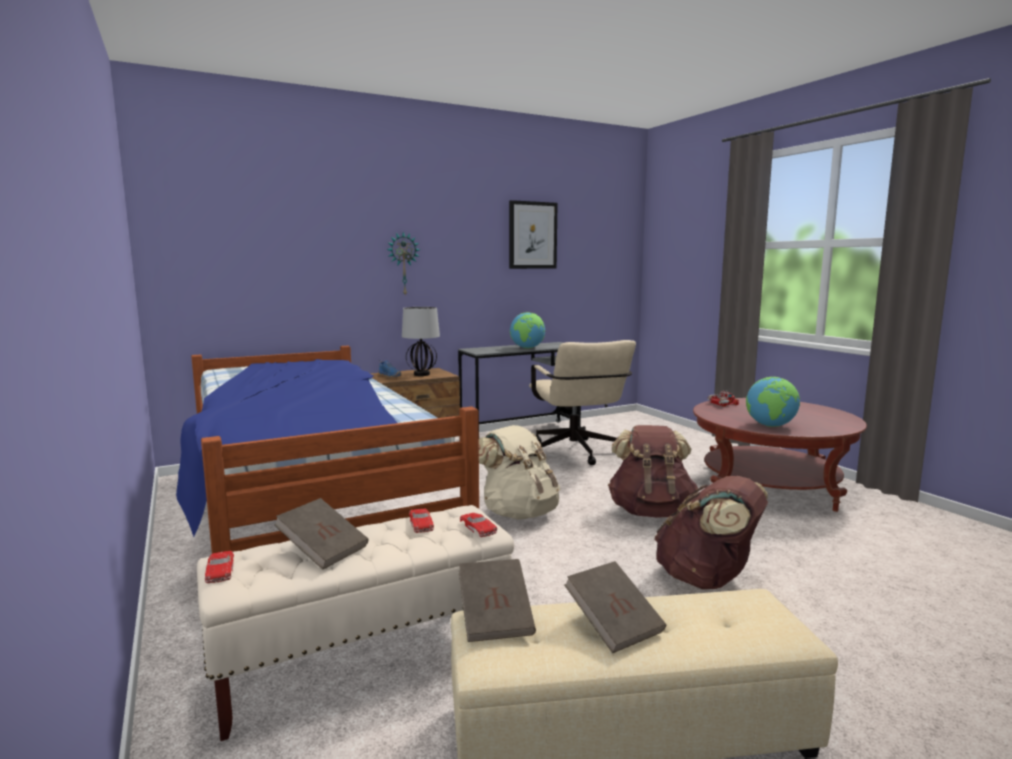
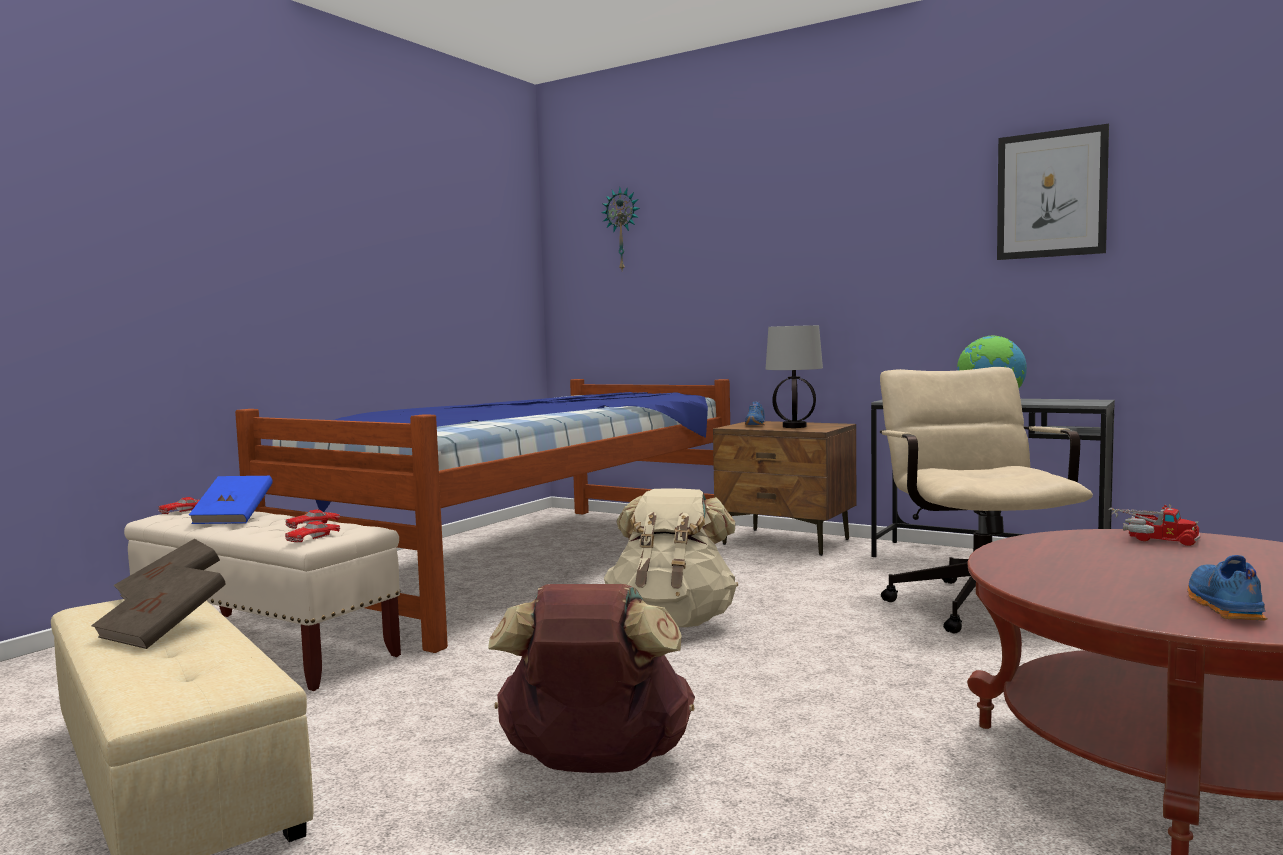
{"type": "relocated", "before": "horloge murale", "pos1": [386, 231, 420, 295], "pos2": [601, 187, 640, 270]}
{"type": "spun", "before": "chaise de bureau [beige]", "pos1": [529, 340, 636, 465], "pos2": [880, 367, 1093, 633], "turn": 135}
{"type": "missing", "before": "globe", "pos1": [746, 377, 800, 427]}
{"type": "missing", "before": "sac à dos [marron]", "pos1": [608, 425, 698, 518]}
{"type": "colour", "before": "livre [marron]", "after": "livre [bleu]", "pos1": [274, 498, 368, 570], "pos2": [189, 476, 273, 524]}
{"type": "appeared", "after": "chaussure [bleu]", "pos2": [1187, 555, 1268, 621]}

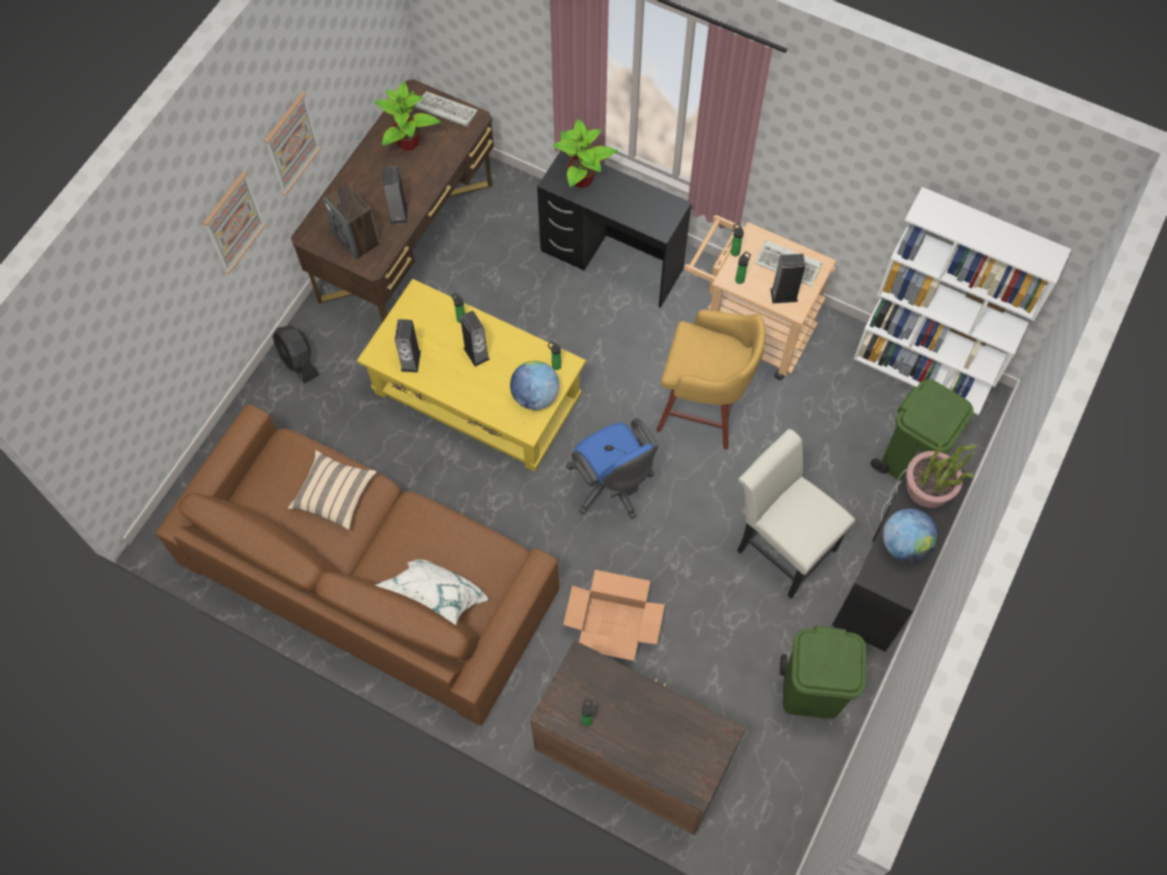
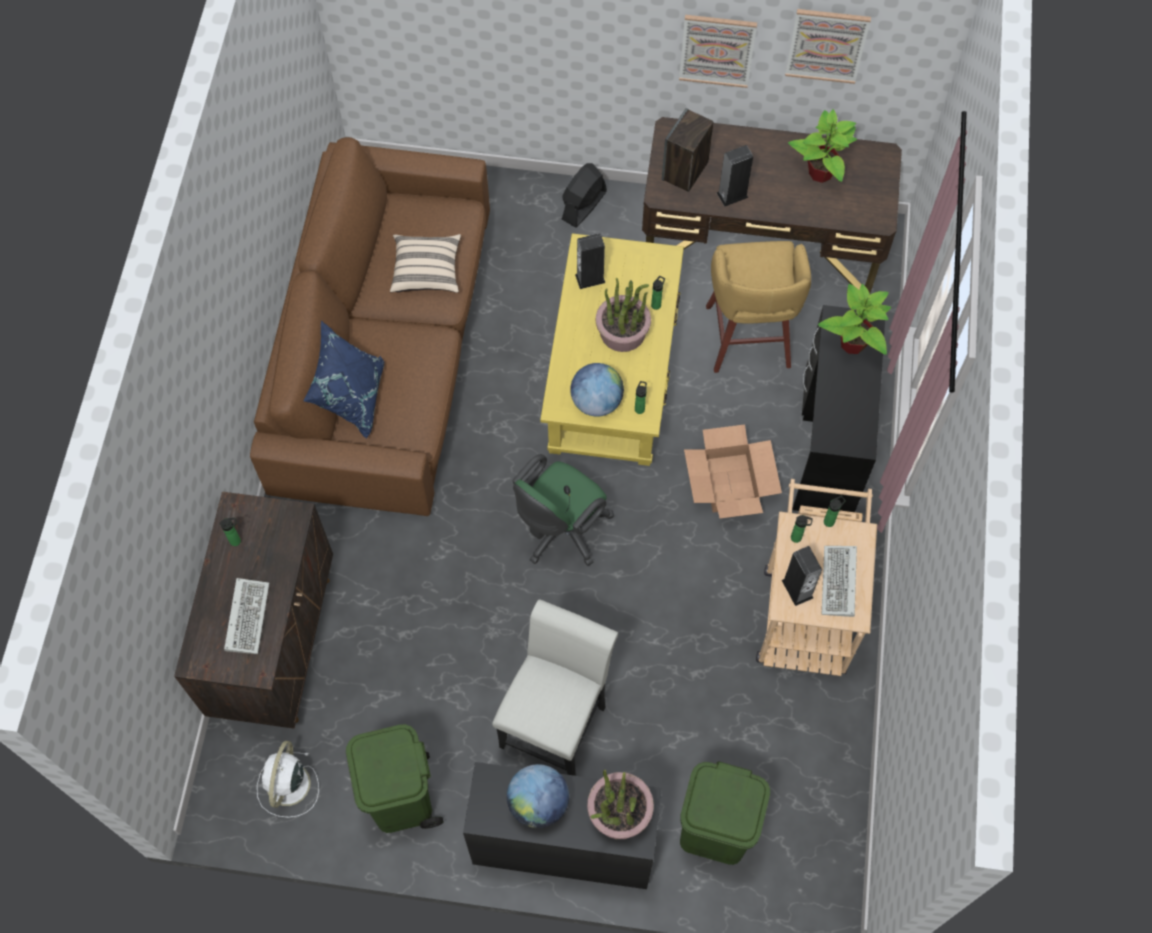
{"type": "relocated", "before": "clavier", "pos1": [415, 91, 478, 127], "pos2": [224, 578, 269, 654]}
{"type": "relocated", "before": "tableau", "pos1": [203, 171, 266, 274], "pos2": [785, 9, 871, 84]}
{"type": "missing", "before": "bibliothèque [blanc]", "pos1": [853, 187, 1072, 415]}
{"type": "relocated", "before": "tabouret [jaune]", "pos1": [656, 310, 766, 450], "pos2": [706, 241, 811, 373]}
{"type": "exchanged", "before": "enceinte", "after": "plante en pot", "pos1": [460, 311, 490, 367], "pos2": [596, 277, 651, 352]}
{"type": "colour", "before": "chaise de bureau [bleu]", "after": "chaise de bureau [vert]", "pos1": [566, 418, 659, 519], "pos2": [513, 454, 614, 566]}
{"type": "colour", "before": "coussin [blanc]", "after": "coussin [bleu]", "pos1": [376, 559, 488, 625], "pos2": [304, 320, 384, 439]}
{"type": "relocated", "before": "carton", "pos1": [563, 570, 665, 661], "pos2": [684, 424, 782, 518]}
{"type": "appeared", "after": "ventilateur [blanc]", "pos2": [257, 741, 319, 818]}

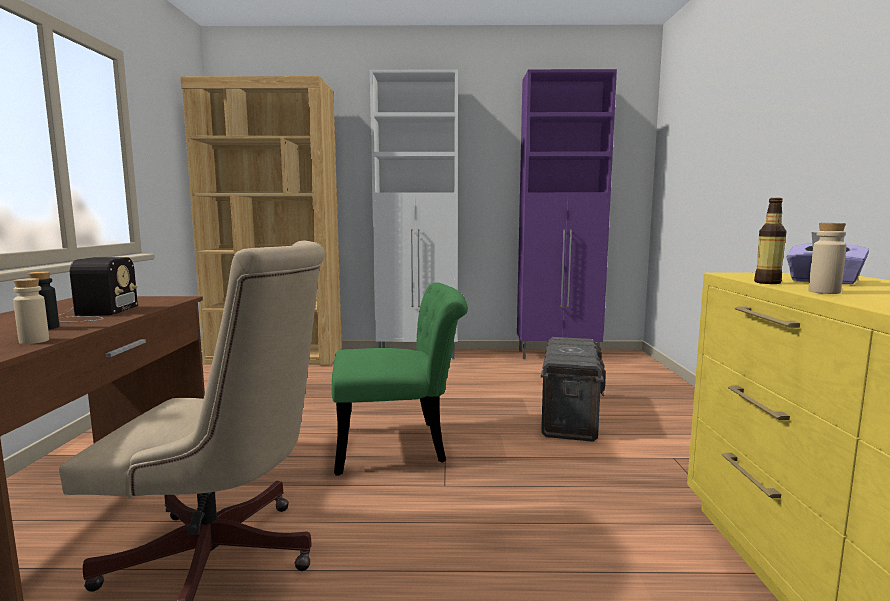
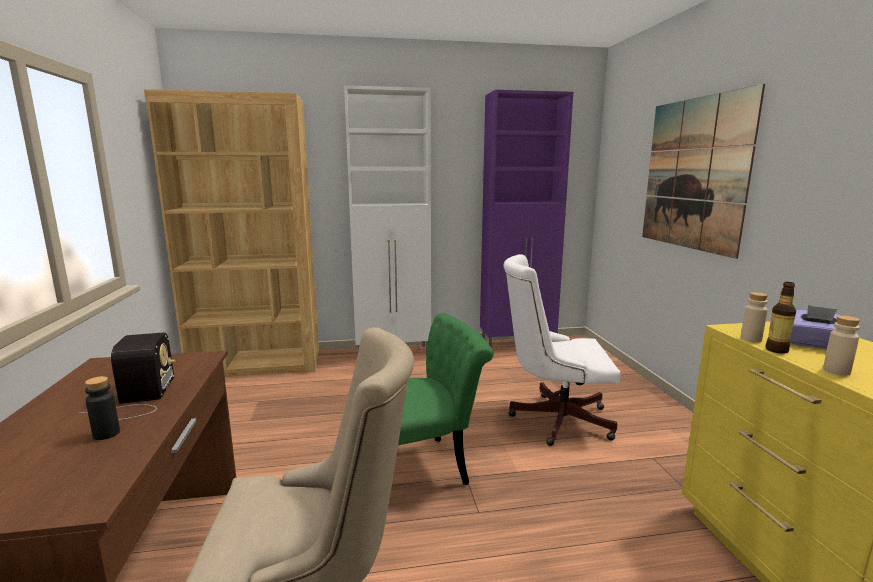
{"type": "relocated", "before": "bouteille [beige]", "pos1": [13, 278, 49, 344], "pos2": [741, 292, 768, 343]}
{"type": "exchanged", "before": "boîte de rangement [gris]", "after": "chaise de bureau [blanc]", "pos1": [541, 337, 606, 442], "pos2": [503, 254, 620, 446]}
{"type": "appeared", "after": "tableau", "pos2": [642, 84, 765, 259]}

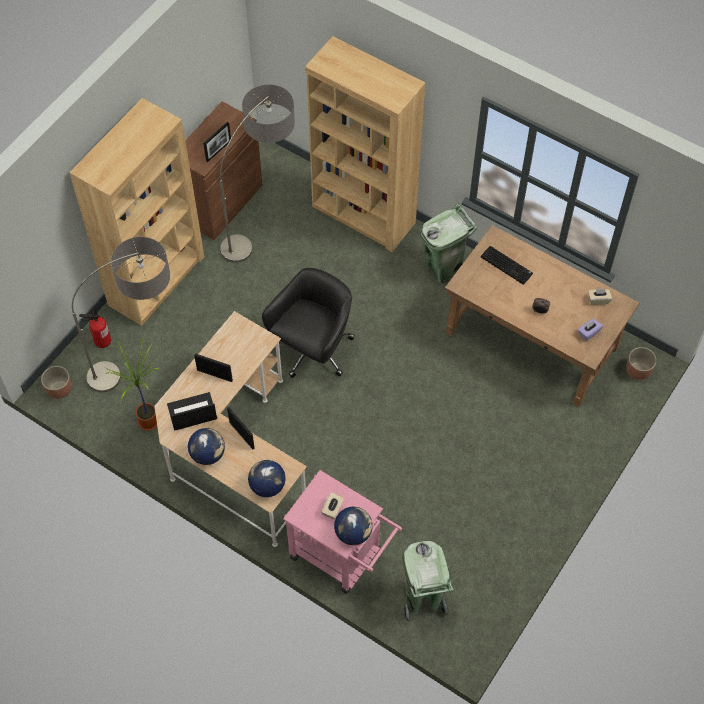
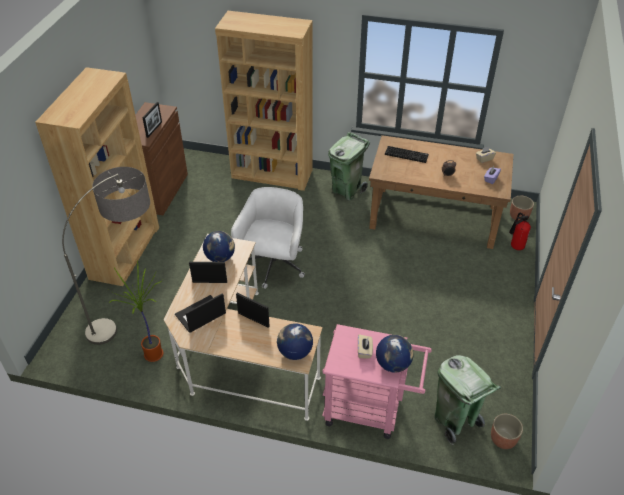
{"type": "missing", "before": "lampadaire", "pos1": [220, 84, 295, 263]}
{"type": "colour", "before": "chaise de bureau [noir]", "after": "chaise de bureau [blanc]", "pos1": [262, 268, 355, 378], "pos2": [231, 187, 305, 289]}
{"type": "relocated", "before": "extincteur", "pos1": [79, 308, 111, 348], "pos2": [509, 213, 531, 250]}
{"type": "relocated", "before": "cache-pot", "pos1": [41, 366, 72, 399], "pos2": [491, 414, 523, 449]}
{"type": "relocated", "before": "globe", "pos1": [188, 428, 225, 465], "pos2": [203, 231, 235, 262]}

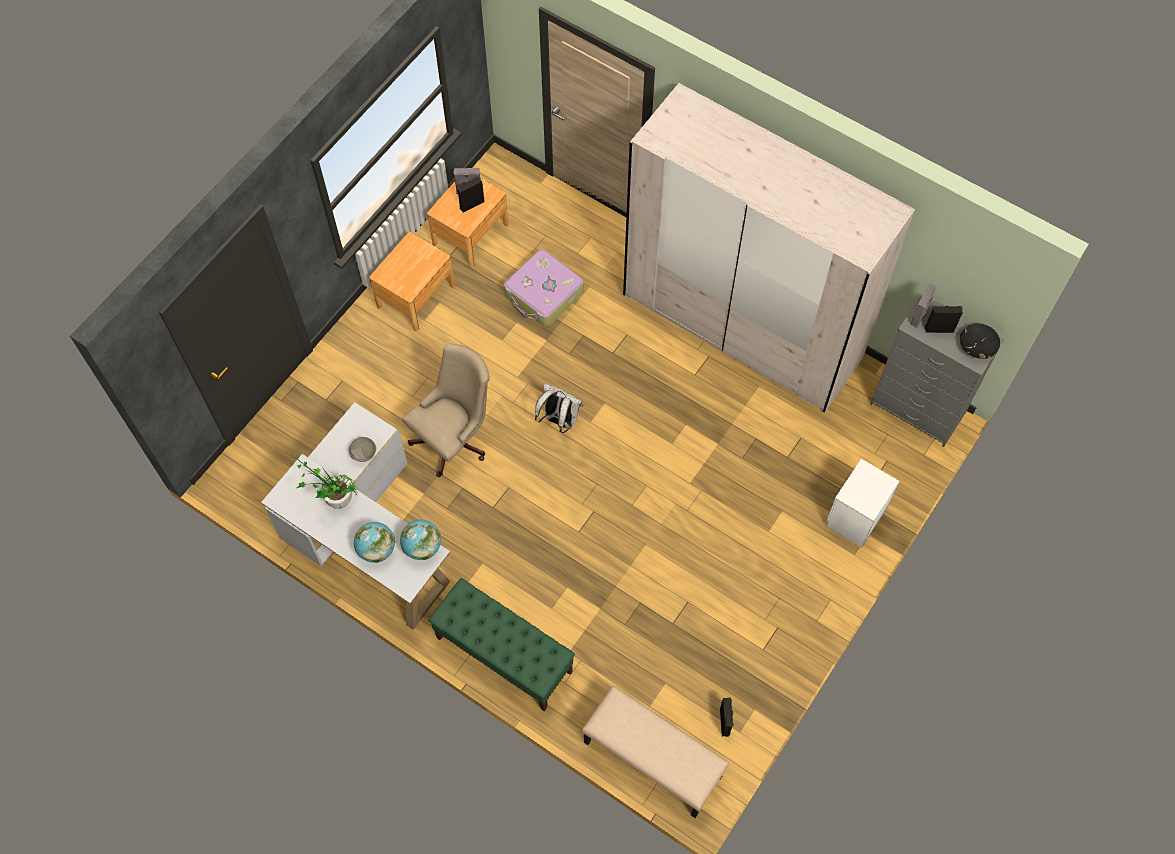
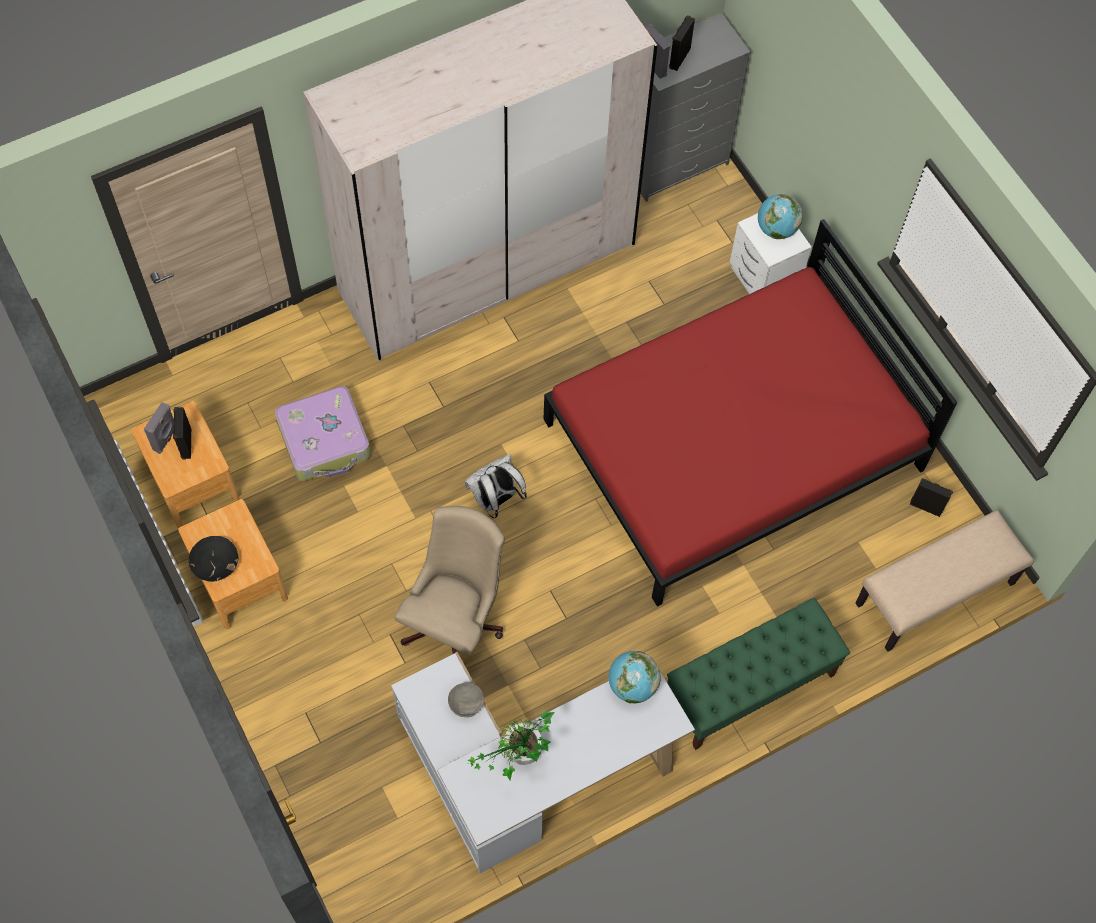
{"type": "relocated", "before": "bol [noir]", "pos1": [960, 323, 1000, 359], "pos2": [189, 536, 239, 582]}
{"type": "spun", "before": "chaise de bureau [beige]", "pos1": [402, 343, 490, 477], "pos2": [395, 506, 505, 655], "turn": 45}
{"type": "relocated", "before": "globe", "pos1": [354, 522, 395, 563], "pos2": [758, 194, 803, 239]}
{"type": "appeared", "after": "lit [rouge]", "pos2": [544, 219, 958, 607]}

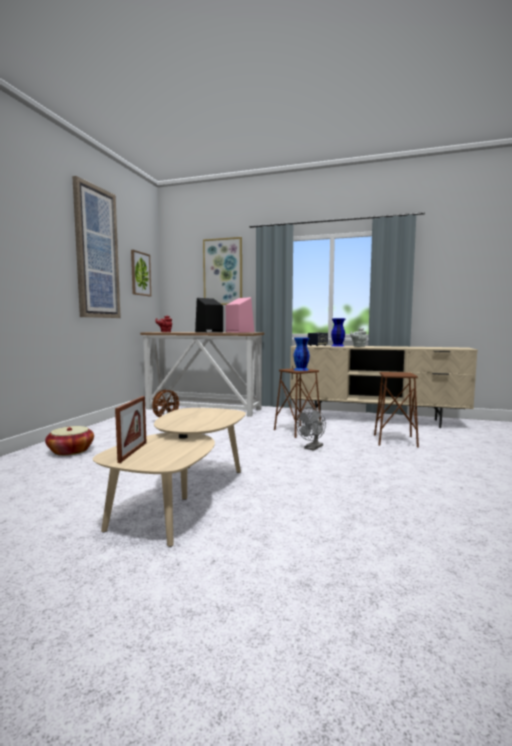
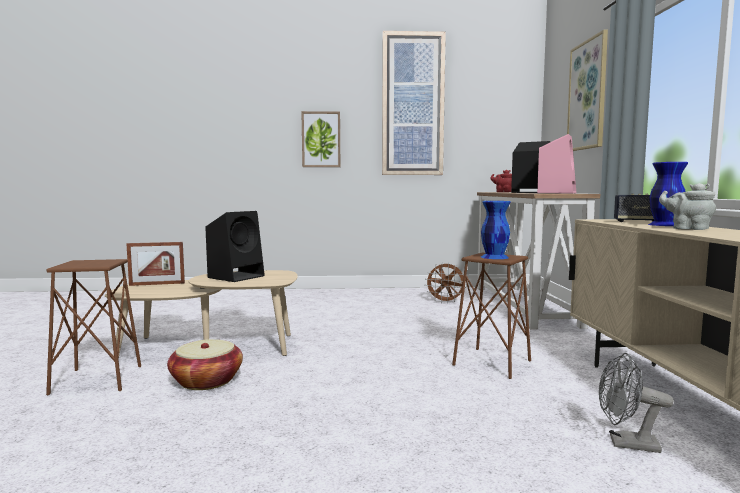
{"type": "relocated", "before": "tableau", "pos1": [131, 250, 151, 296], "pos2": [301, 111, 340, 167]}
{"type": "relocated", "before": "tabouret [marron]", "pos1": [374, 372, 419, 448], "pos2": [46, 259, 141, 395]}
{"type": "relocated", "before": "ventilateur [gris]", "pos1": [296, 407, 326, 451], "pos2": [599, 353, 674, 453]}
{"type": "relocated", "before": "panier", "pos1": [45, 426, 94, 456], "pos2": [167, 339, 243, 390]}
{"type": "appeared", "after": "enceinte [noir]", "pos2": [205, 211, 265, 282]}

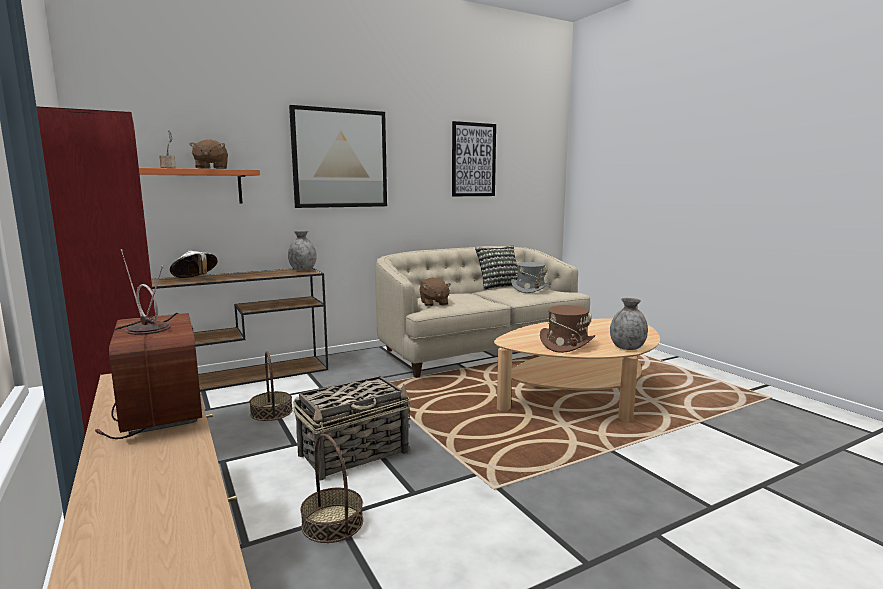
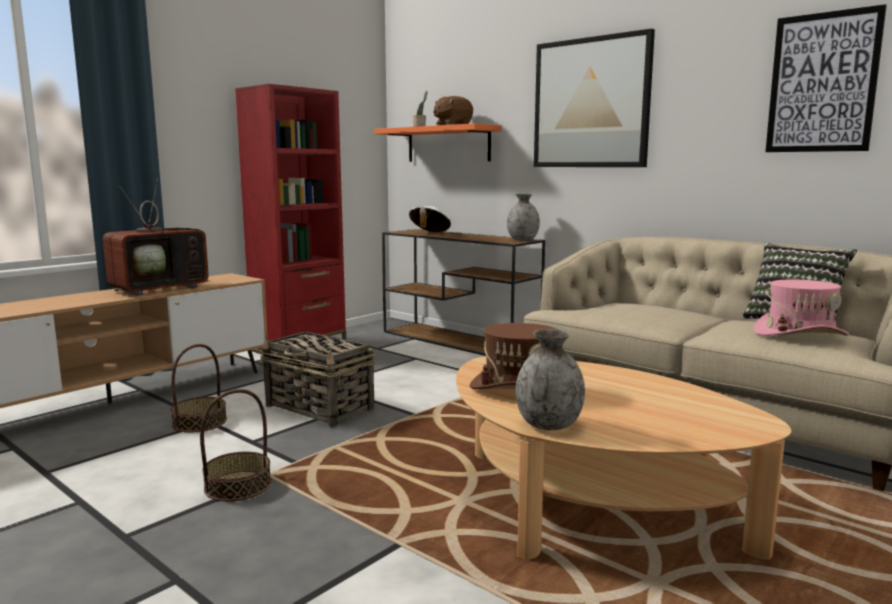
{"type": "colour", "before": "chapeau [gris]", "after": "chapeau [rose]", "pos1": [511, 262, 550, 293], "pos2": [753, 280, 849, 336]}
{"type": "missing", "before": "peluche [marron]", "pos1": [420, 278, 451, 306]}
{"type": "relocated", "before": "panier", "pos1": [249, 351, 293, 421], "pos2": [200, 389, 271, 502]}

